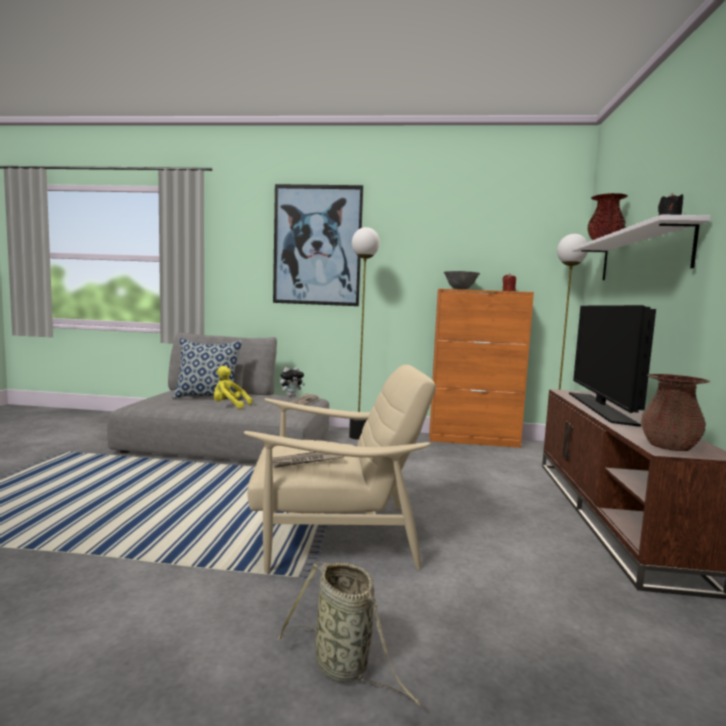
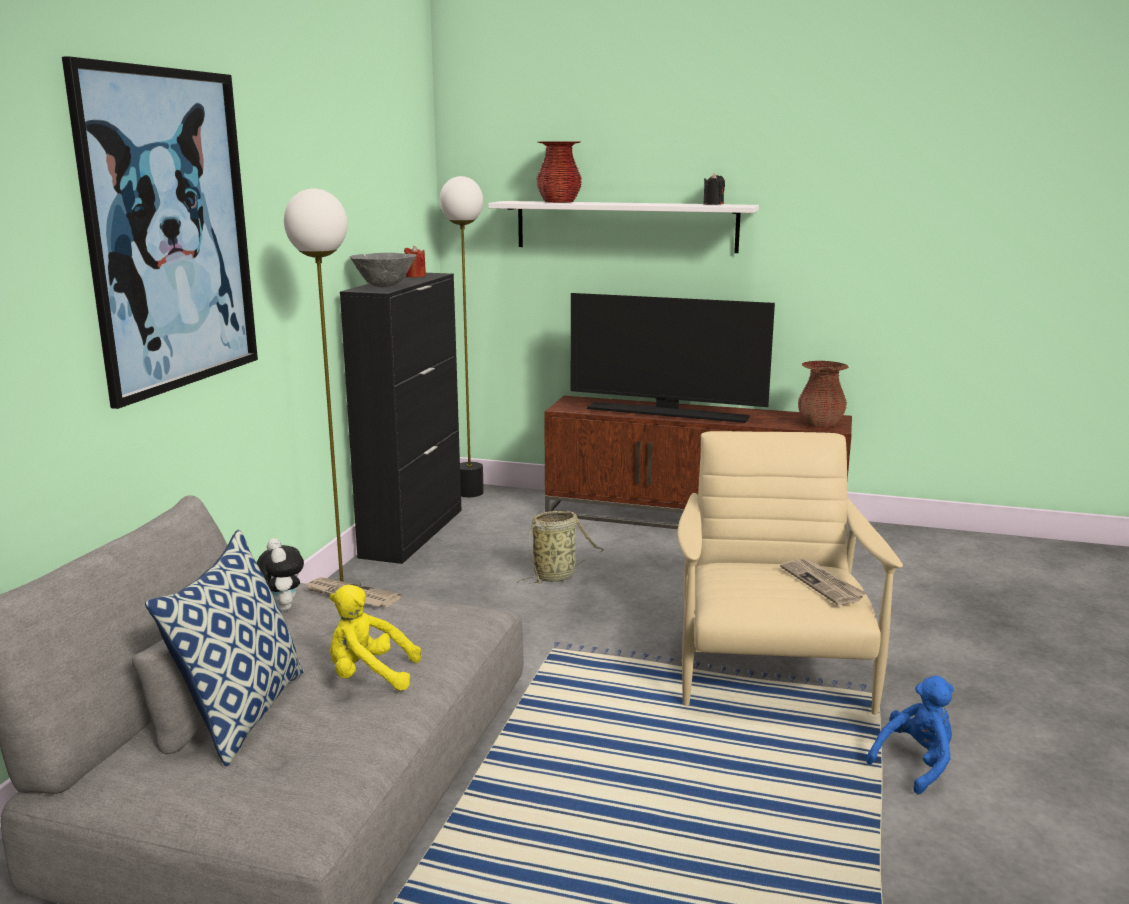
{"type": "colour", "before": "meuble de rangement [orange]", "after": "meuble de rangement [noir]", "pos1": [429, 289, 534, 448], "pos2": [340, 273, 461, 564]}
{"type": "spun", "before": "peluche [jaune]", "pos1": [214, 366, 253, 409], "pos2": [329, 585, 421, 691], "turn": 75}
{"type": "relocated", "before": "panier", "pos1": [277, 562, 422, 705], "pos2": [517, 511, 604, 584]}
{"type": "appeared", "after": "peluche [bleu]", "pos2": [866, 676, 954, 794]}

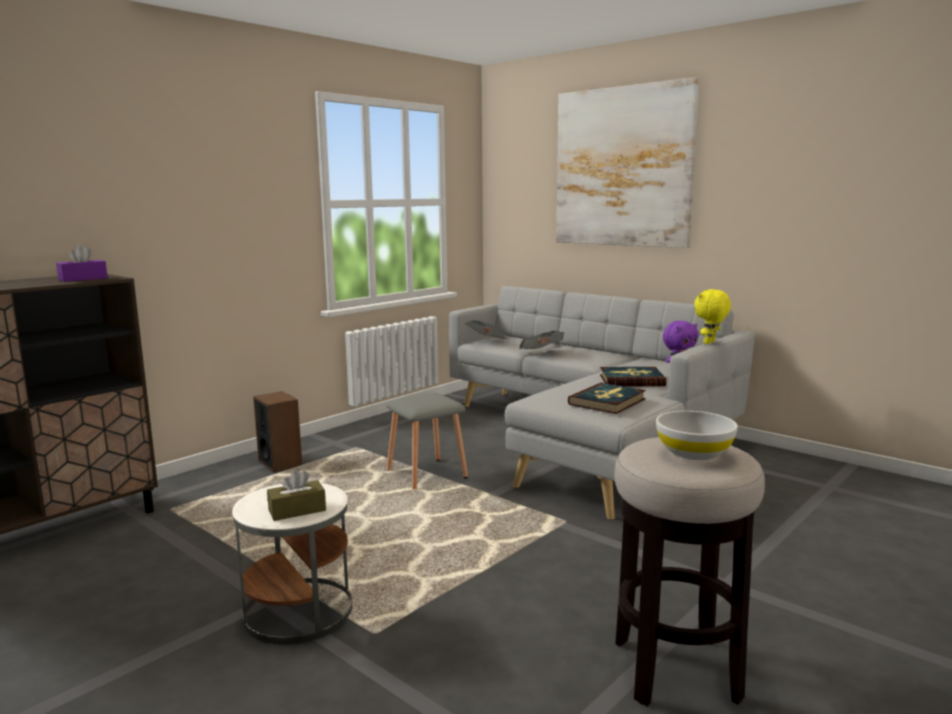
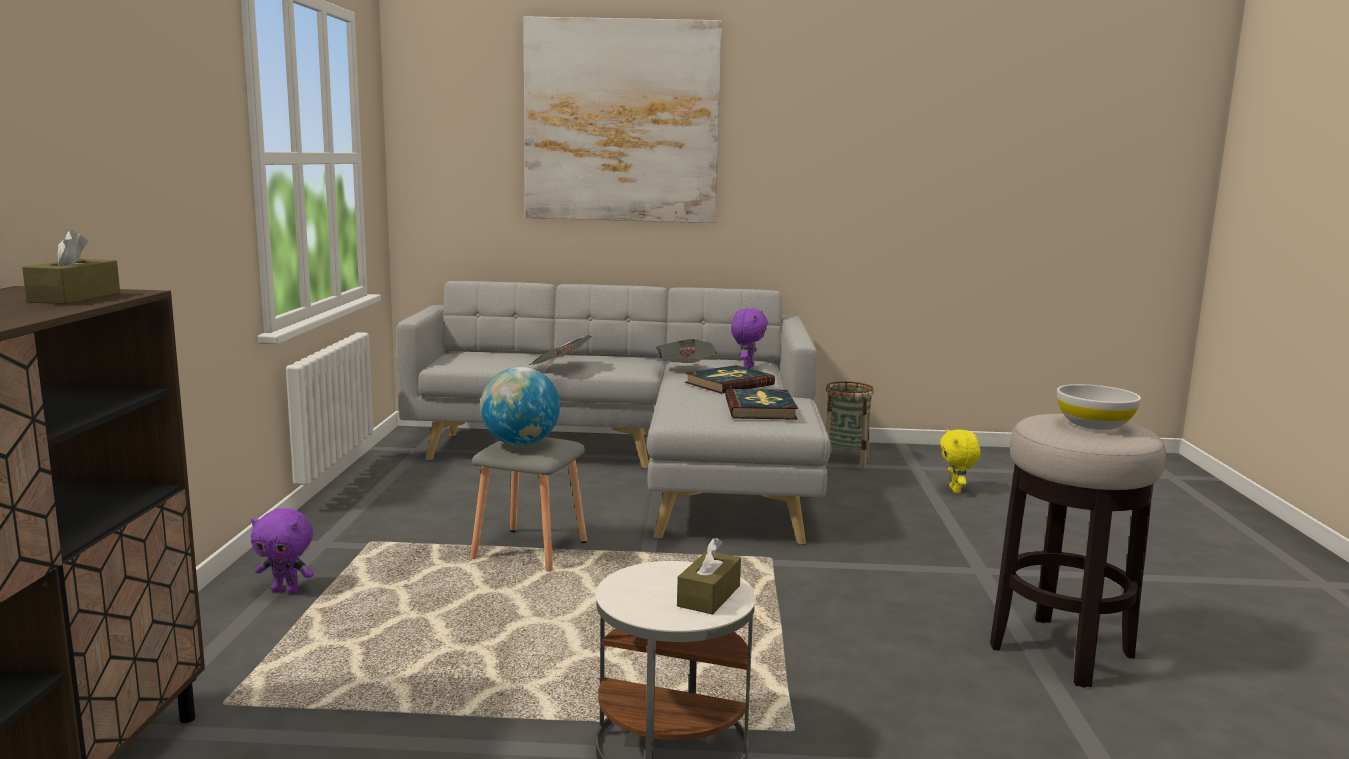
{"type": "colour", "before": "boîte à mouchoirs [violet]", "after": "boîte à mouchoirs [marron]", "pos1": [56, 245, 108, 282], "pos2": [22, 230, 120, 304]}
{"type": "relocated", "before": "peluche [jaune]", "pos1": [694, 289, 731, 344], "pos2": [940, 429, 980, 493]}
{"type": "relocated", "before": "journal", "pos1": [465, 320, 508, 339], "pos2": [656, 339, 717, 363]}
{"type": "exchanged", "before": "enceinte", "after": "peluche [violet]", "pos1": [253, 391, 302, 472], "pos2": [251, 508, 314, 594]}
{"type": "appeared", "after": "globe", "pos2": [480, 367, 560, 446]}
{"type": "appeared", "after": "panier", "pos2": [825, 381, 874, 469]}

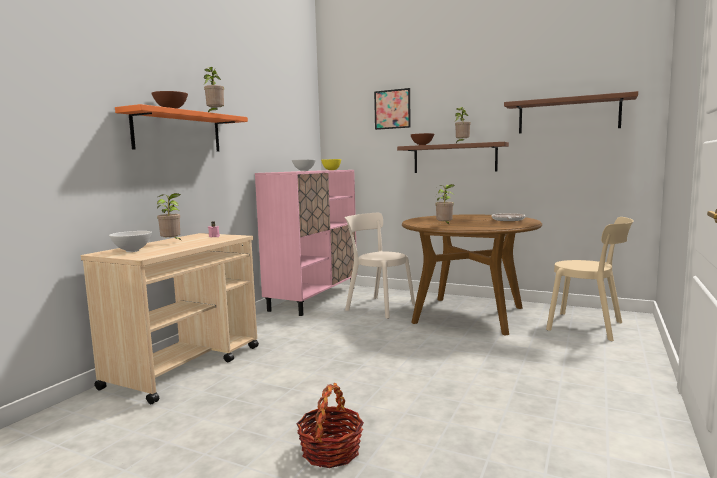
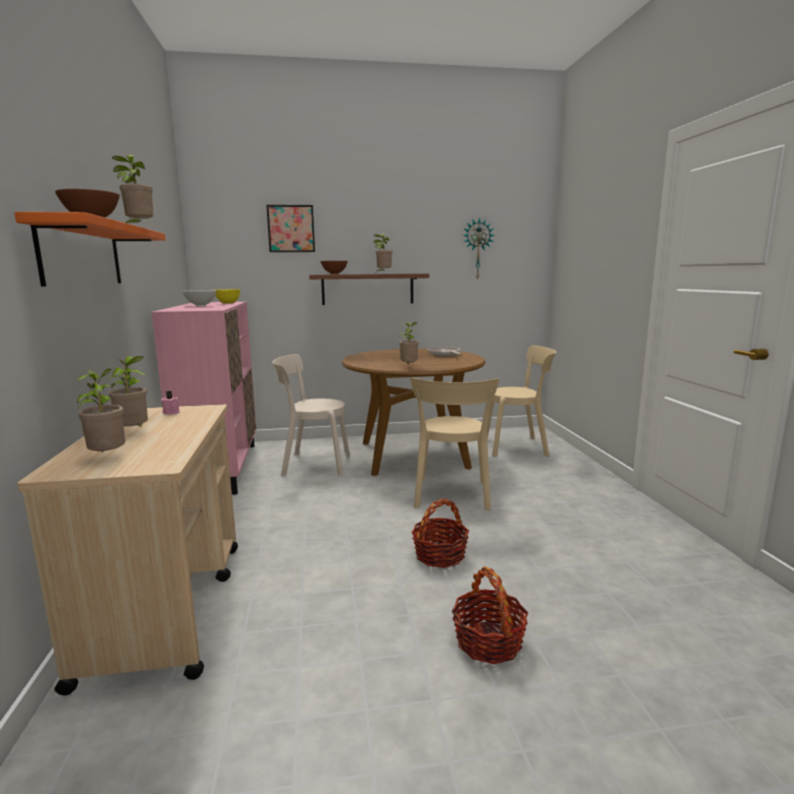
{"type": "exchanged", "before": "étagère [marron]", "after": "horloge murale", "pos1": [504, 91, 638, 133], "pos2": [463, 217, 495, 280]}
{"type": "exchanged", "before": "bol [blanc]", "after": "plante en pot", "pos1": [109, 231, 152, 252], "pos2": [75, 369, 125, 452]}
{"type": "appeared", "after": "chaise [beige]", "pos2": [410, 377, 499, 511]}
{"type": "appeared", "after": "panier", "pos2": [411, 499, 469, 568]}

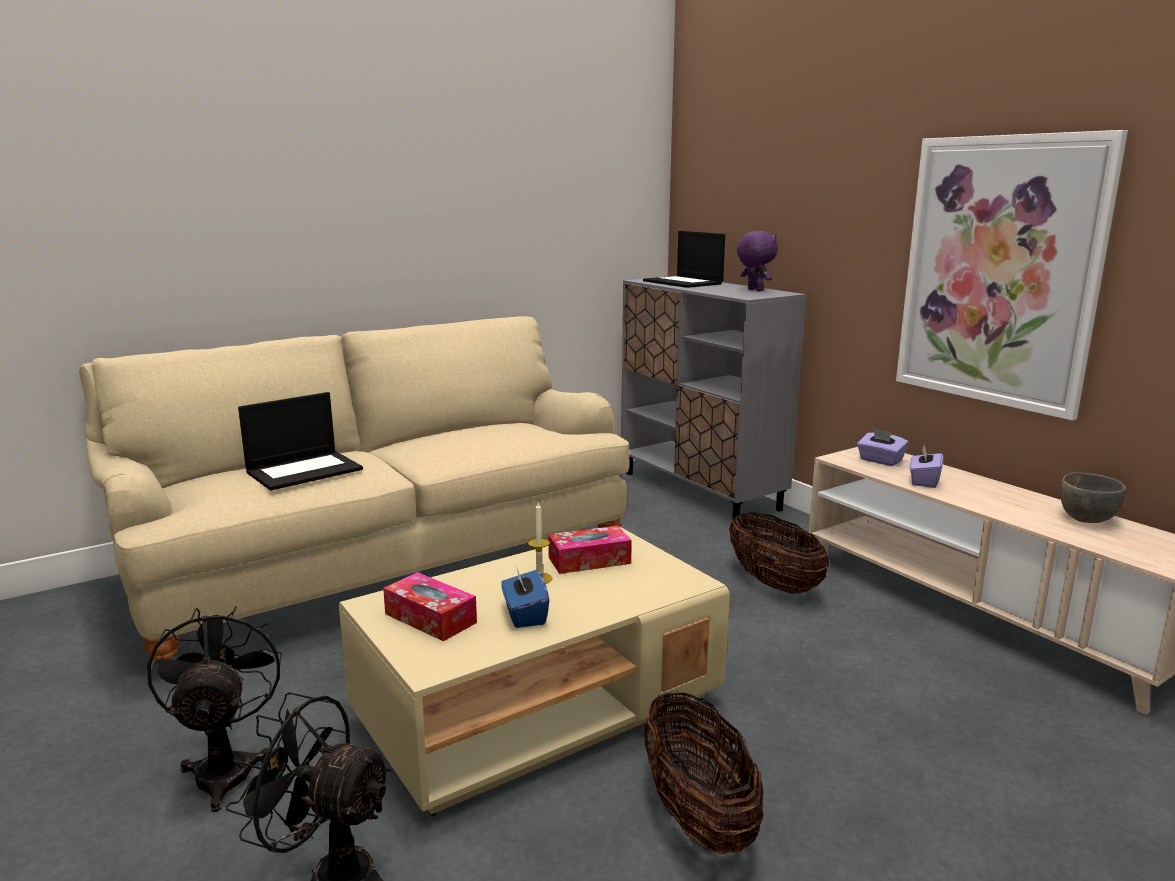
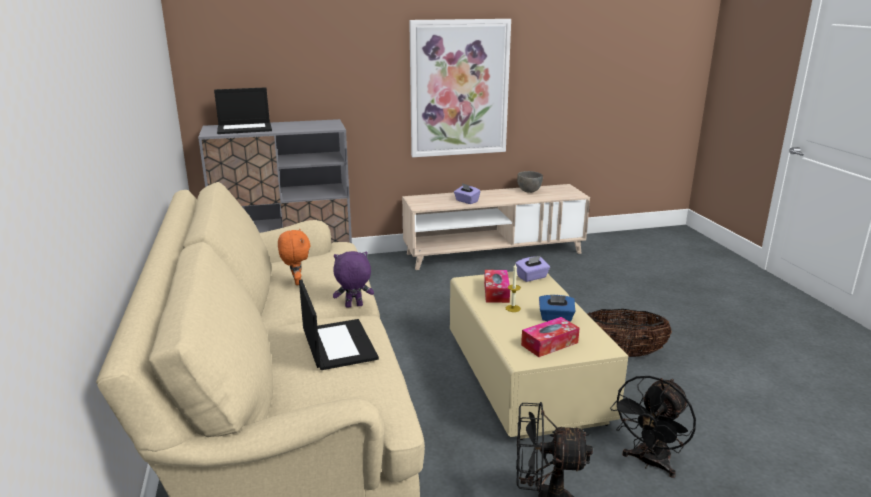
{"type": "relocated", "before": "peluche [violet]", "pos1": [737, 231, 778, 291], "pos2": [333, 251, 374, 308]}
{"type": "relocated", "before": "boîte à mouchoirs [violet]", "pos1": [857, 428, 909, 466], "pos2": [515, 256, 550, 282]}
{"type": "missing", "before": "panier", "pos1": [729, 512, 829, 594]}
{"type": "appeared", "after": "peluche [orange]", "pos2": [278, 228, 310, 285]}

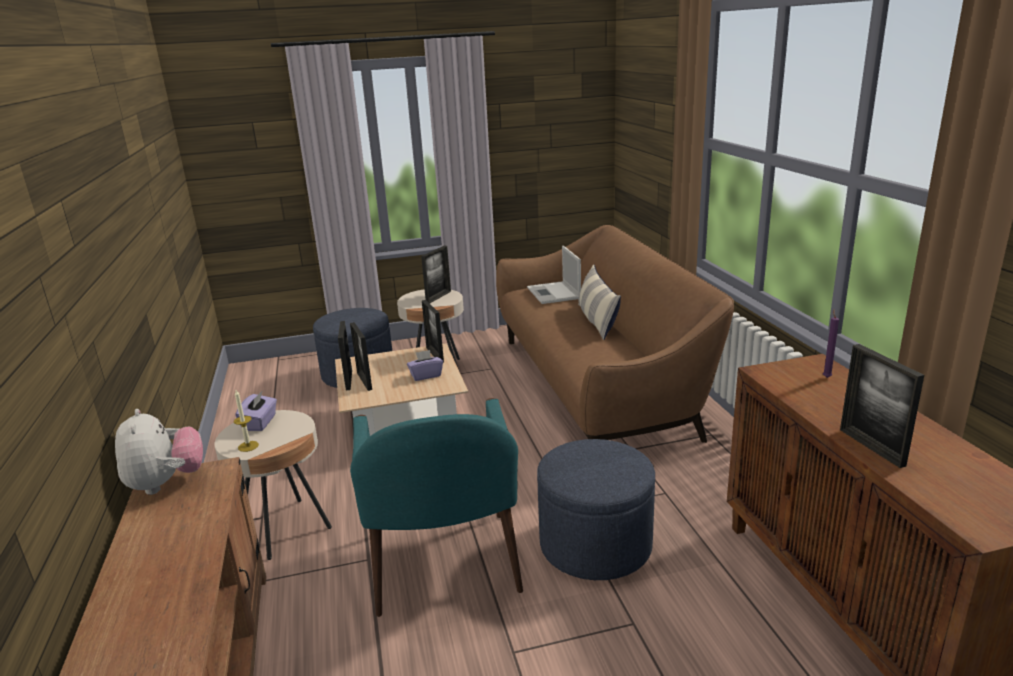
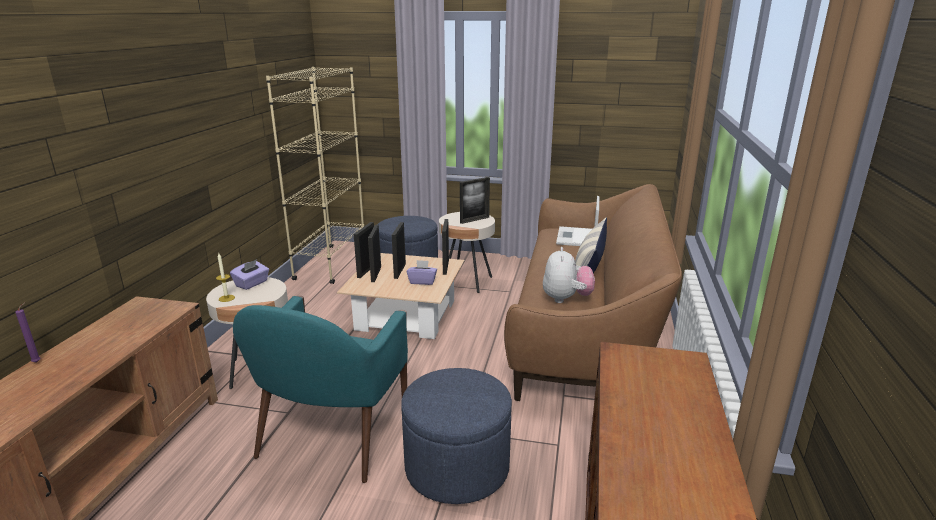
{"type": "relocated", "before": "bougie [violet]", "pos1": [823, 309, 839, 378], "pos2": [15, 302, 41, 363]}
{"type": "relocated", "before": "cadre photo", "pos1": [840, 344, 924, 468], "pos2": [392, 222, 406, 279]}
{"type": "relocated", "before": "peluche", "pos1": [115, 409, 203, 495], "pos2": [543, 247, 595, 303]}
{"type": "appeared", "after": "bibliothèque [beige]", "pos2": [266, 67, 364, 284]}

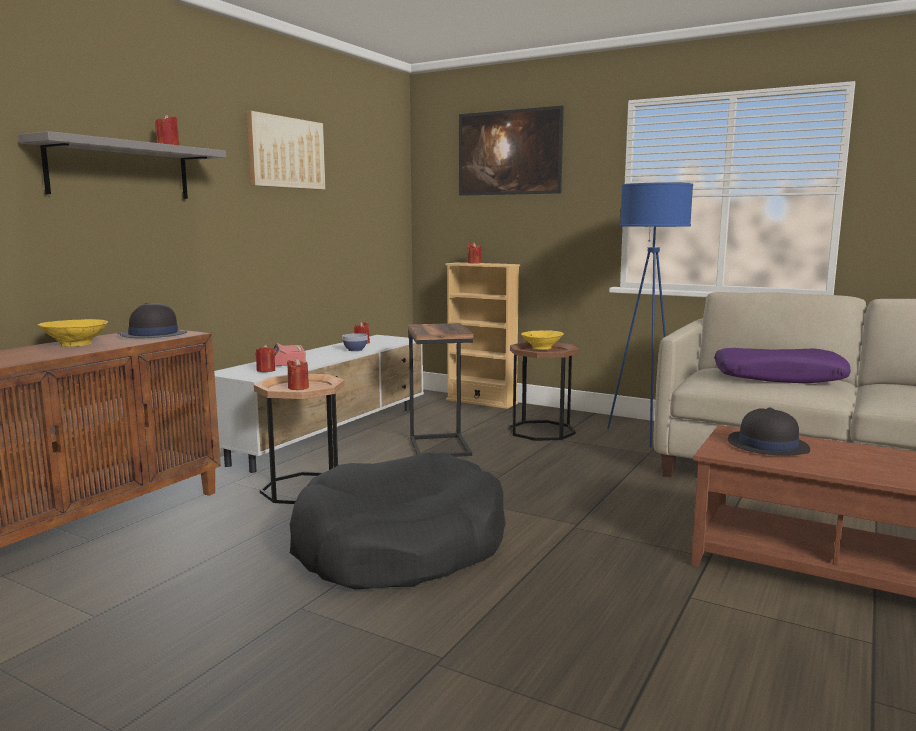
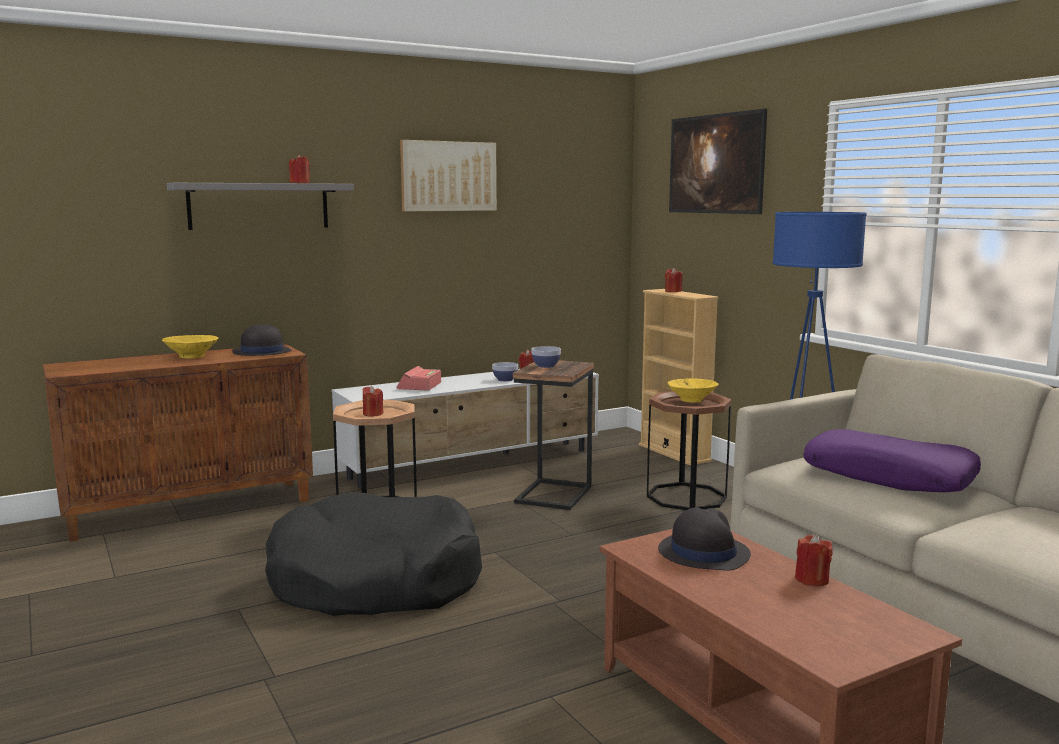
{"type": "relocated", "before": "bougie [rouge]", "pos1": [256, 344, 275, 372], "pos2": [795, 535, 833, 586]}
{"type": "appeared", "after": "bol", "pos2": [531, 346, 561, 368]}

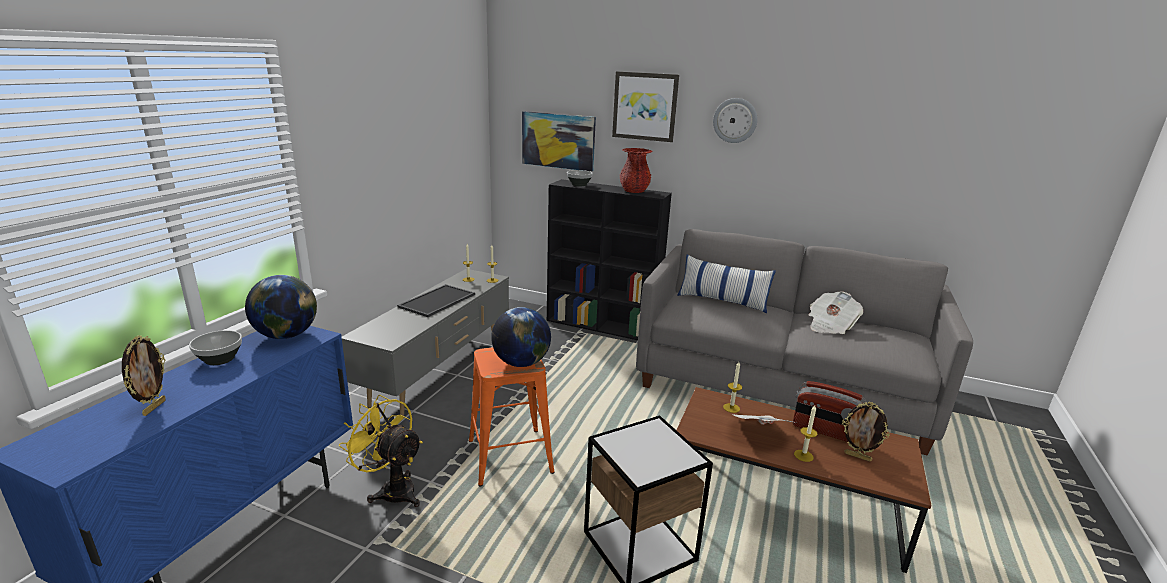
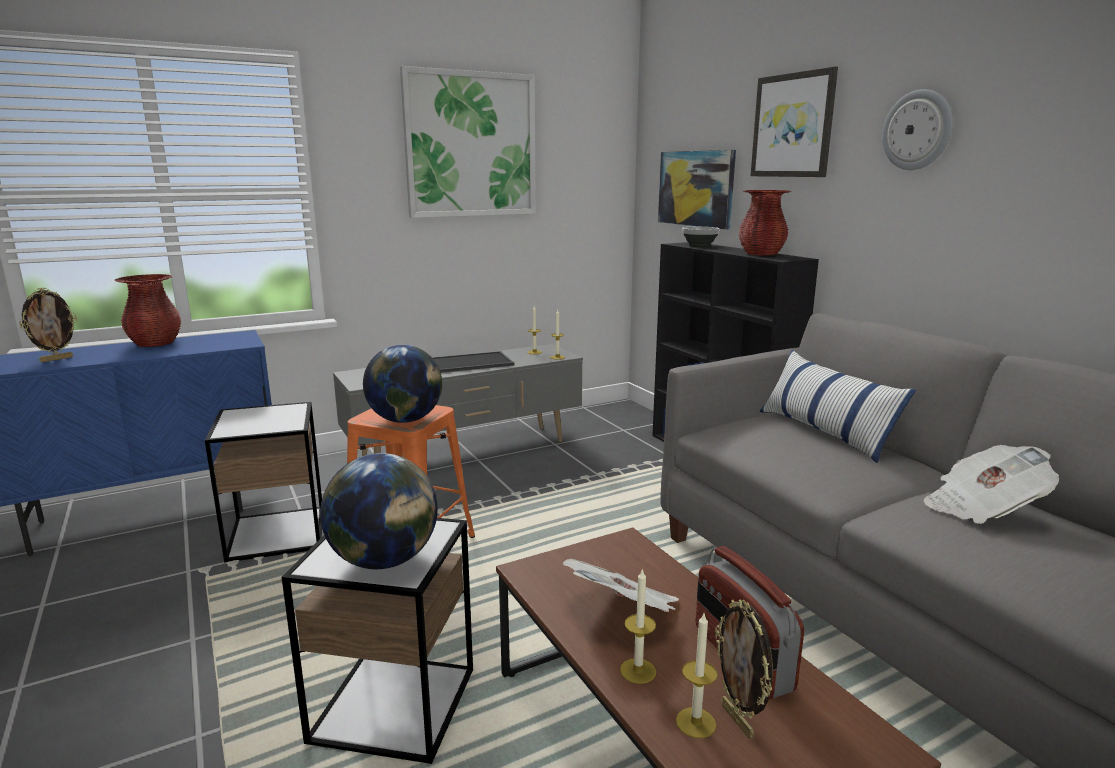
{"type": "relocated", "before": "globe", "pos1": [245, 275, 317, 339], "pos2": [320, 453, 438, 569]}
{"type": "exchanged", "before": "bol", "after": "vase [rouge]", "pos1": [189, 330, 242, 365], "pos2": [114, 274, 182, 347]}
{"type": "relocated", "before": "bougie", "pos1": [723, 362, 742, 413], "pos2": [676, 613, 718, 738]}
{"type": "exchanged", "before": "ventilateur [jaune]", "after": "table d'appoint", "pos1": [339, 395, 423, 507], "pos2": [205, 402, 322, 563]}
{"type": "appeared", "after": "tableau", "pos2": [400, 66, 536, 218]}

